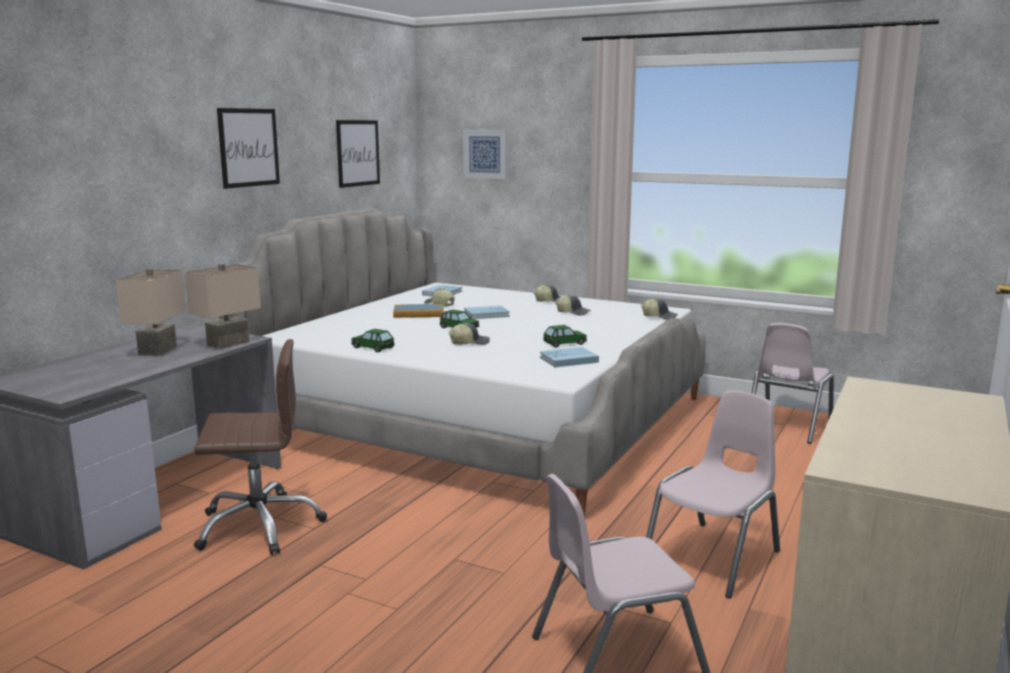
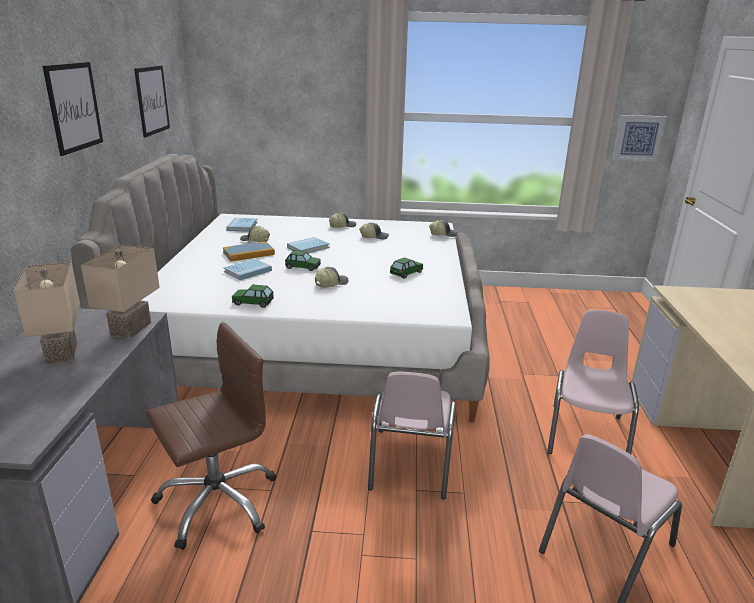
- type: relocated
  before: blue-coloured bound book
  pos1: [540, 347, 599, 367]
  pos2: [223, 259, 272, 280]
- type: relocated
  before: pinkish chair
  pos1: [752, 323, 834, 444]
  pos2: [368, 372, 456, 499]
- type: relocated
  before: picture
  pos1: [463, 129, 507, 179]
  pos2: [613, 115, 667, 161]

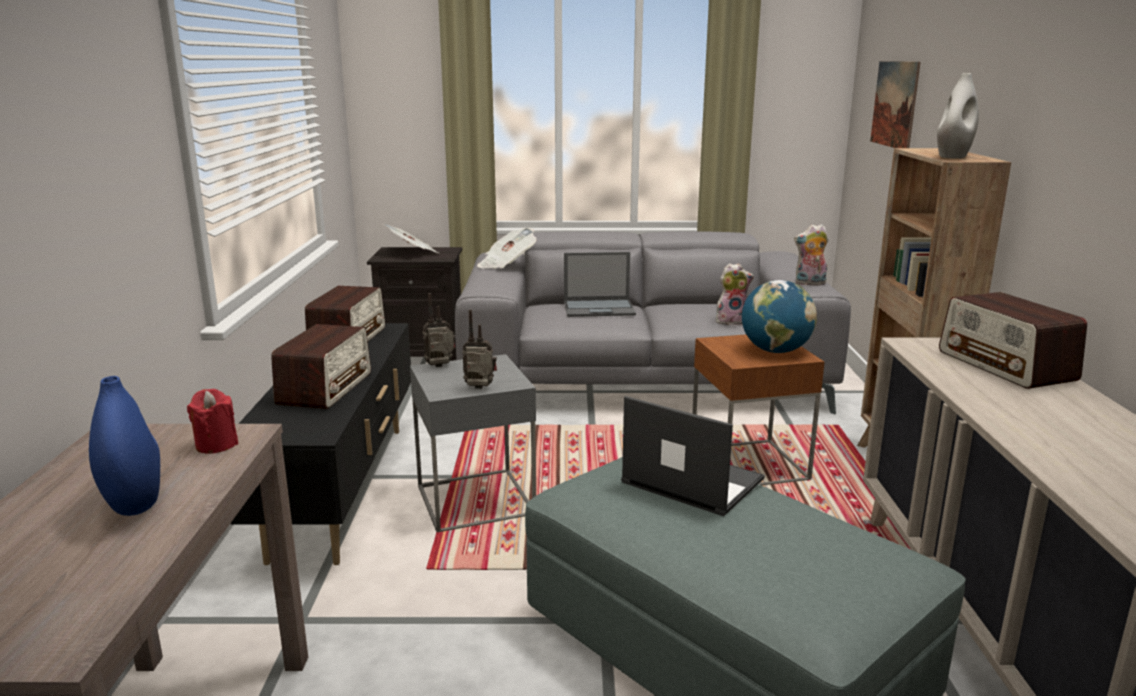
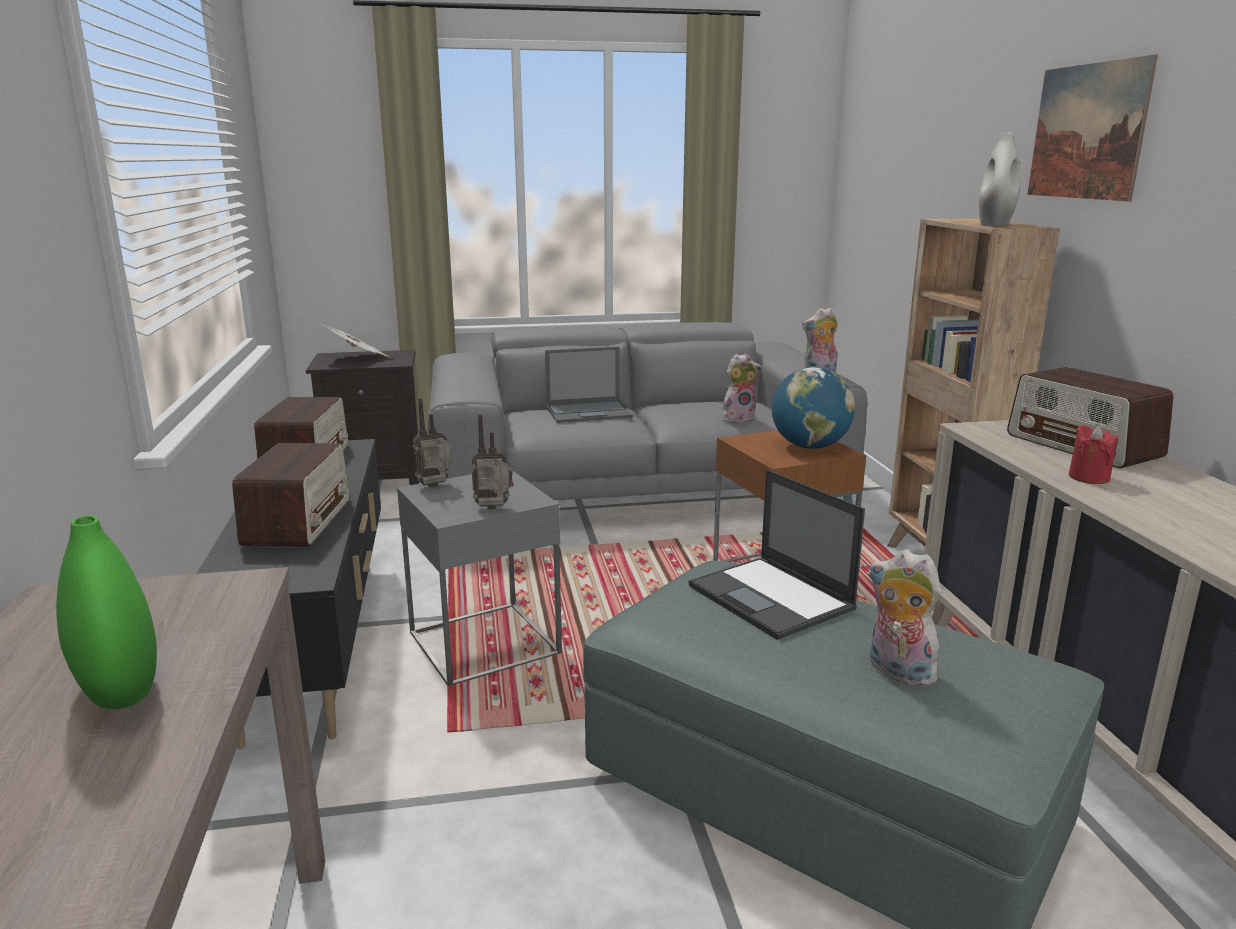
- type: colour
  before: blue-coloured decorative vase
  after: greenish decorative vase
  pos1: [89, 376, 160, 516]
  pos2: [56, 515, 157, 709]
- type: spun
  before: notebook computer
  pos1: [621, 396, 765, 516]
  pos2: [689, 470, 865, 640]
  turn: -150
- type: appeared
  after: soft toy
  pos2: [869, 550, 942, 687]
- type: relocated
  before: picture
  pos1: [870, 61, 921, 148]
  pos2: [1027, 55, 1158, 201]
- type: relocated
  before: reddish candle
  pos1: [187, 389, 238, 454]
  pos2: [1069, 425, 1118, 484]
- type: missing
  before: daily paper
  pos1: [477, 228, 537, 269]

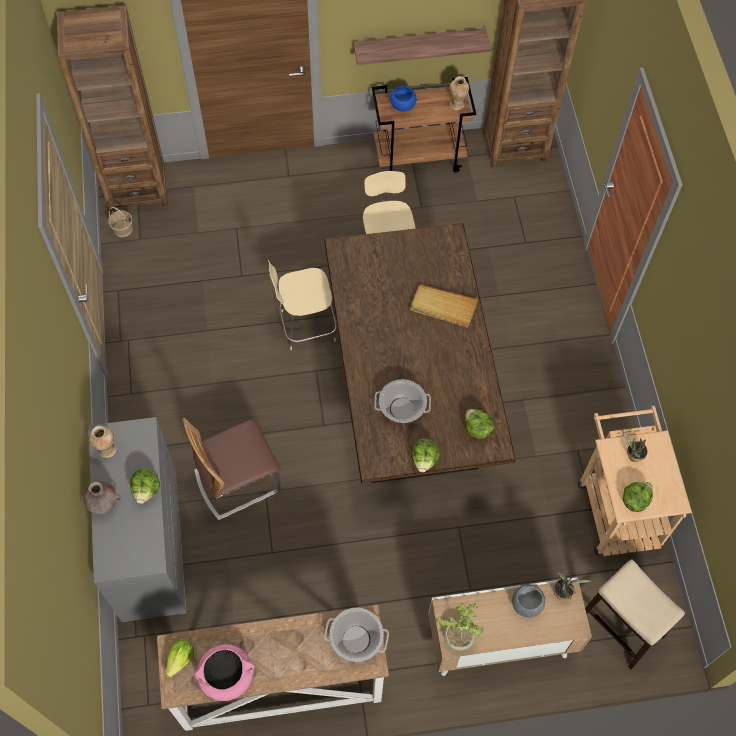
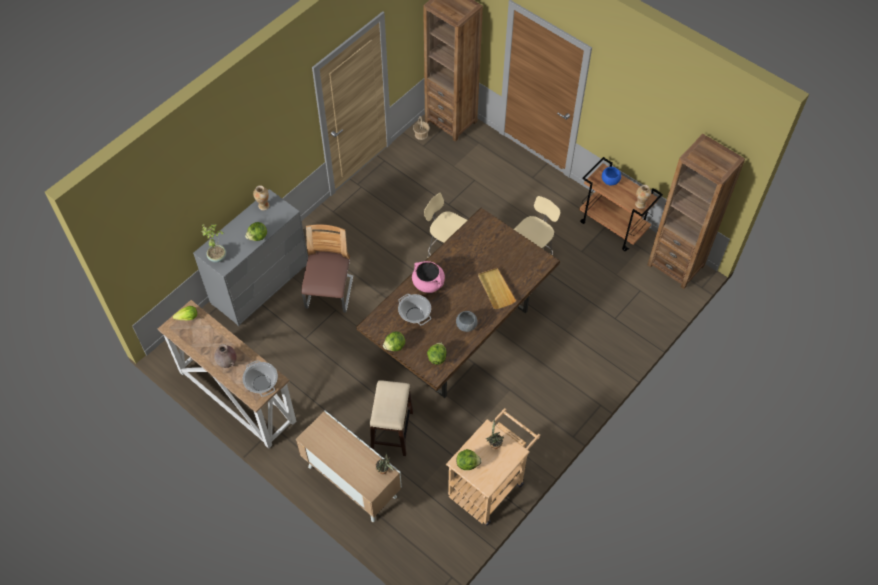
- type: relocated
  before: houseplant
  pos1: [435, 603, 484, 651]
  pos2: [201, 224, 226, 262]
- type: relocated
  before: brown decorative vase
  pos1: [80, 481, 121, 515]
  pos2: [214, 344, 237, 368]
- type: spun
  before: chair
  pos1: [183, 418, 281, 521]
  pos2: [301, 225, 353, 313]
  turn: 75
- type: relocated
  before: stool seat
  pos1: [585, 559, 685, 670]
  pos2: [370, 380, 413, 456]
- type: relocated
  before: pinkish cooking pot
  pos1: [194, 644, 255, 701]
  pos2: [412, 261, 445, 293]
- type: relocated
  before: grey deep dish
  pos1: [512, 584, 545, 618]
  pos2: [456, 311, 478, 332]
- type: missing
  before: wall shelf
  pos1: [353, 28, 491, 65]

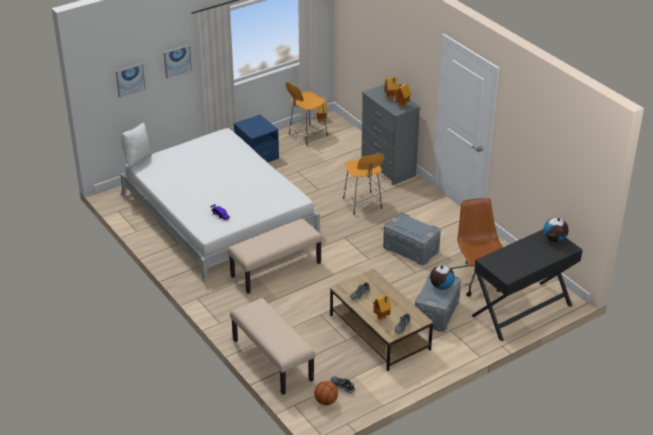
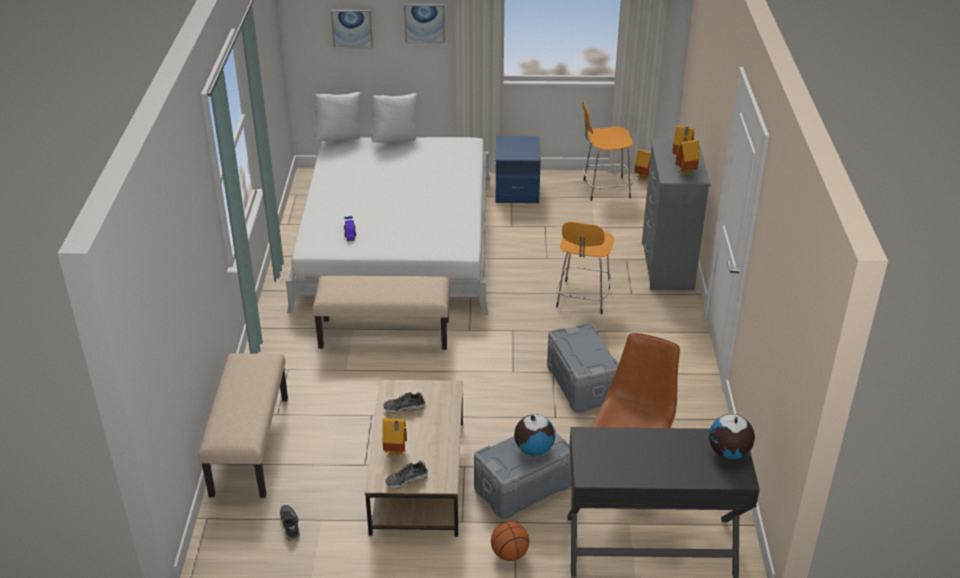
- type: appeared
  after: whitish throw pillow
  pos2: [371, 93, 417, 143]
- type: relocated
  before: ball for basketball
  pos1: [314, 381, 338, 405]
  pos2: [491, 521, 530, 561]

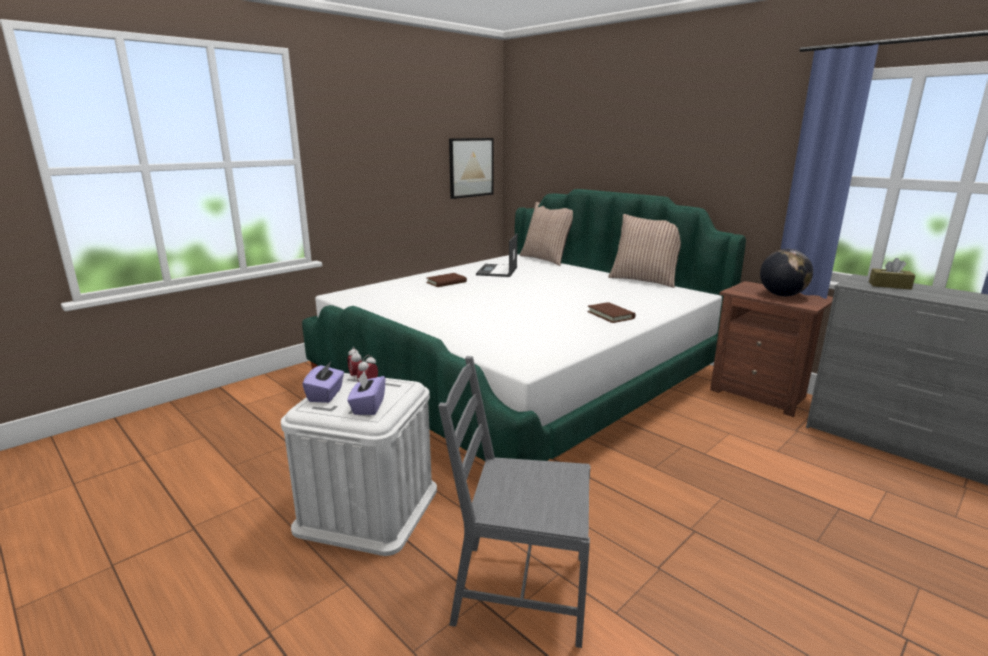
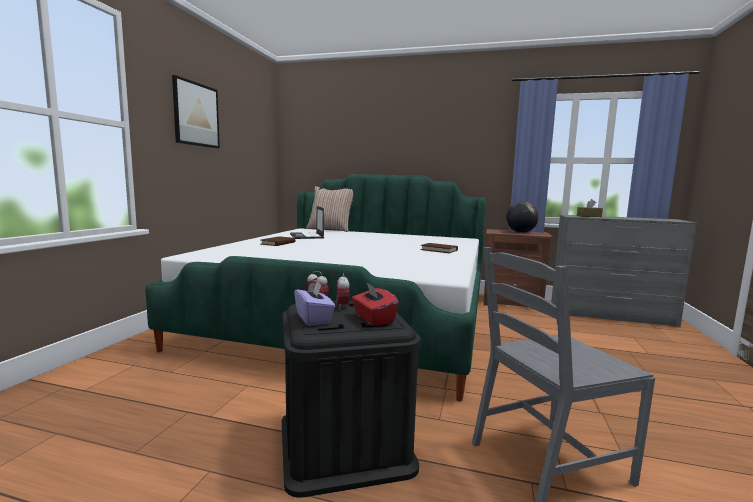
- type: relocated
  before: picture
  pos1: [449, 138, 493, 199]
  pos2: [172, 75, 220, 149]
- type: colour
  before: whitish storage box
  after: blackish storage box
  pos1: [281, 373, 437, 556]
  pos2: [282, 300, 421, 498]
- type: colour
  before: purple tissue holder
  after: reddish tissue holder
  pos1: [347, 371, 386, 415]
  pos2: [352, 283, 399, 326]
- type: missing
  before: throw pillow
  pos1: [608, 214, 681, 288]

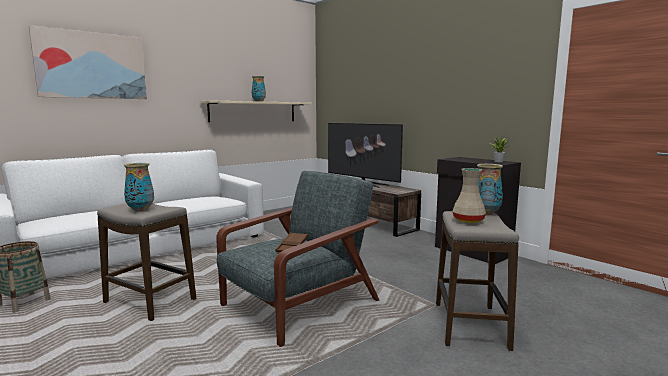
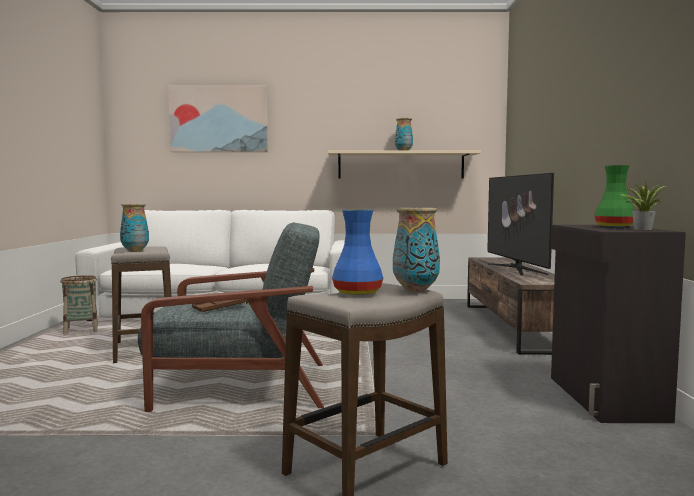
- type: colour
  before: sand-coloured decorative vase
  after: blue-coloured decorative vase
  pos1: [453, 168, 486, 223]
  pos2: [332, 210, 383, 295]
- type: appeared
  after: greenish decorative vase
  pos2: [594, 165, 634, 227]

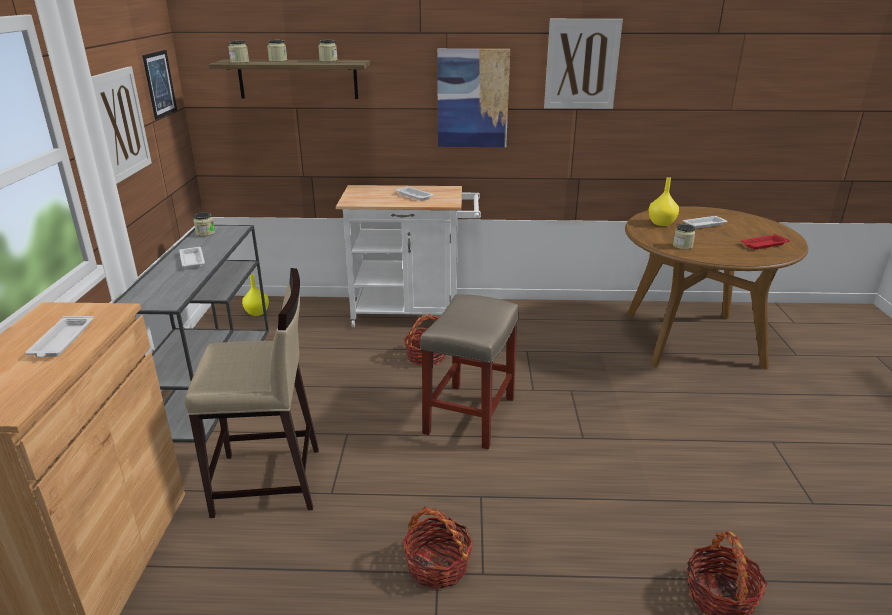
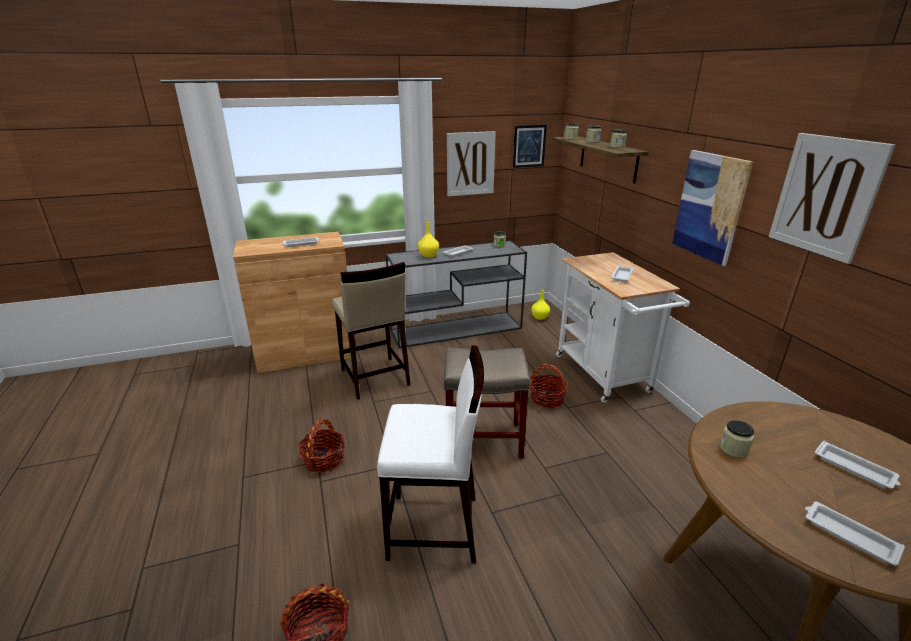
- type: appeared
  after: whitish stool seat
  pos2: [377, 345, 484, 563]
- type: relocated
  before: yellow-coloured decorative vase
  pos1: [649, 177, 679, 226]
  pos2: [418, 222, 439, 258]
- type: colour
  before: reddish tray
  after: whitish tray
  pos1: [741, 234, 790, 249]
  pos2: [805, 502, 905, 566]

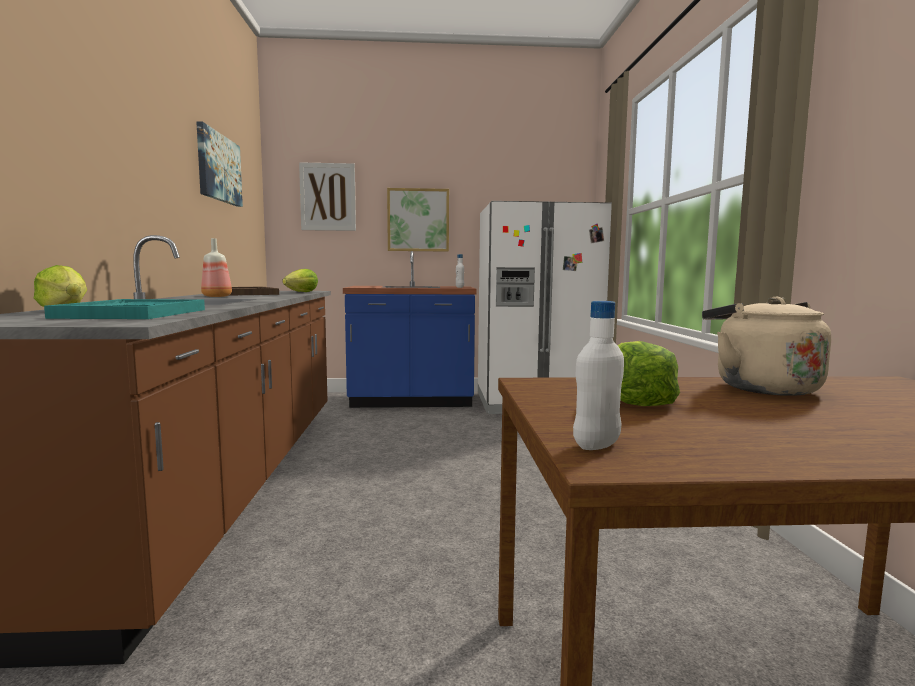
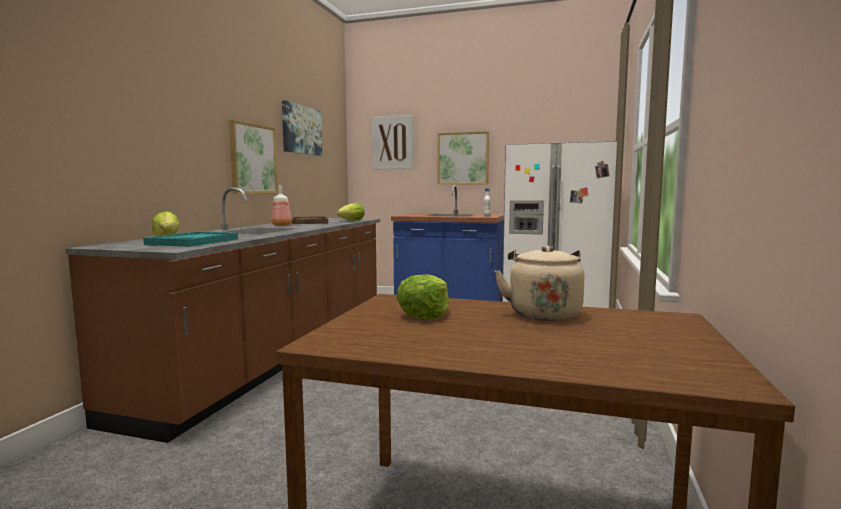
- type: appeared
  after: picture
  pos2: [229, 120, 278, 194]
- type: missing
  before: whitish bottle
  pos1: [573, 301, 624, 450]

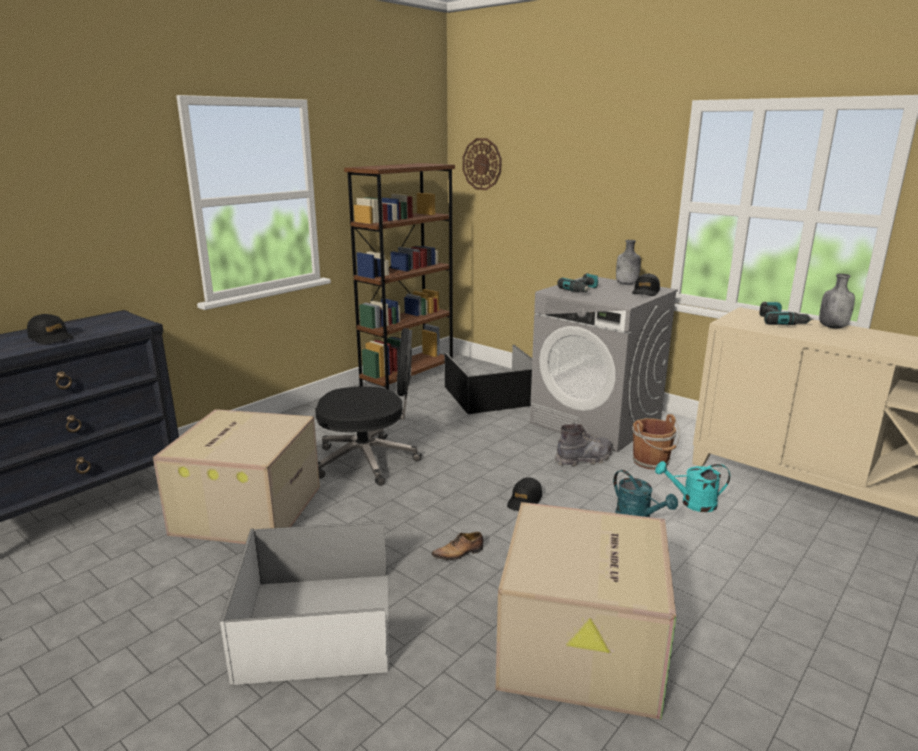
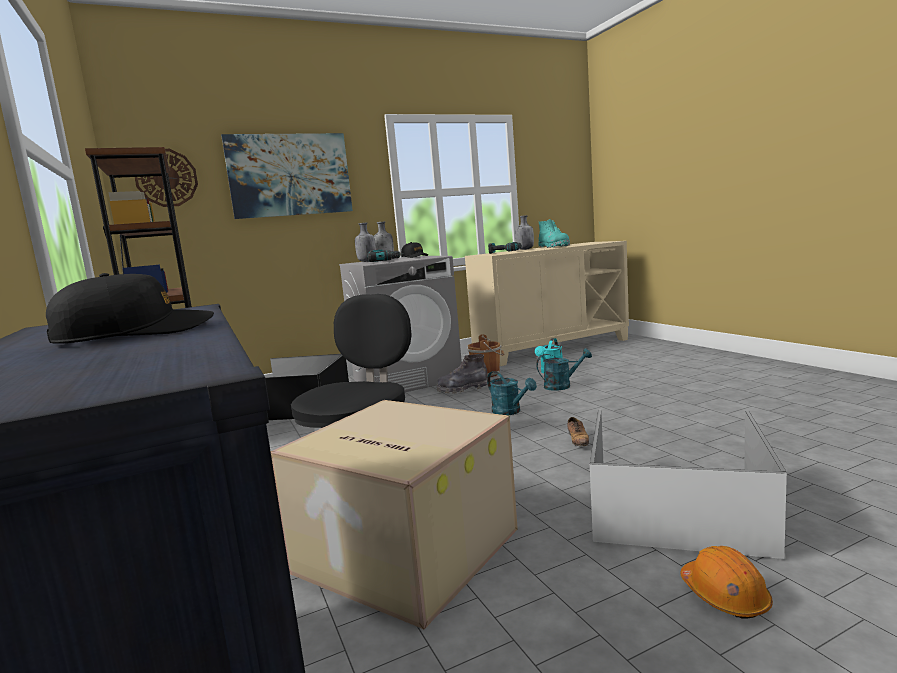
- type: appeared
  after: picture
  pos2: [221, 133, 353, 219]
- type: appeared
  after: grey bottle
  pos2: [355, 223, 376, 262]
- type: spun
  before: grey tall boot
  pos1: [555, 424, 612, 466]
  pos2: [437, 354, 488, 394]
  turn: -105
- type: exchanged
  before: blackish baseball cap
  after: turquoise-coloured sprinkling can
  pos1: [507, 477, 542, 511]
  pos2: [487, 371, 537, 415]
- type: appeared
  after: turquoise-coloured tall boot
  pos2: [538, 219, 570, 248]
- type: appeared
  after: orangey hard hat
  pos2: [680, 546, 773, 619]
- type: missing
  before: carton
  pos1: [495, 502, 676, 720]

